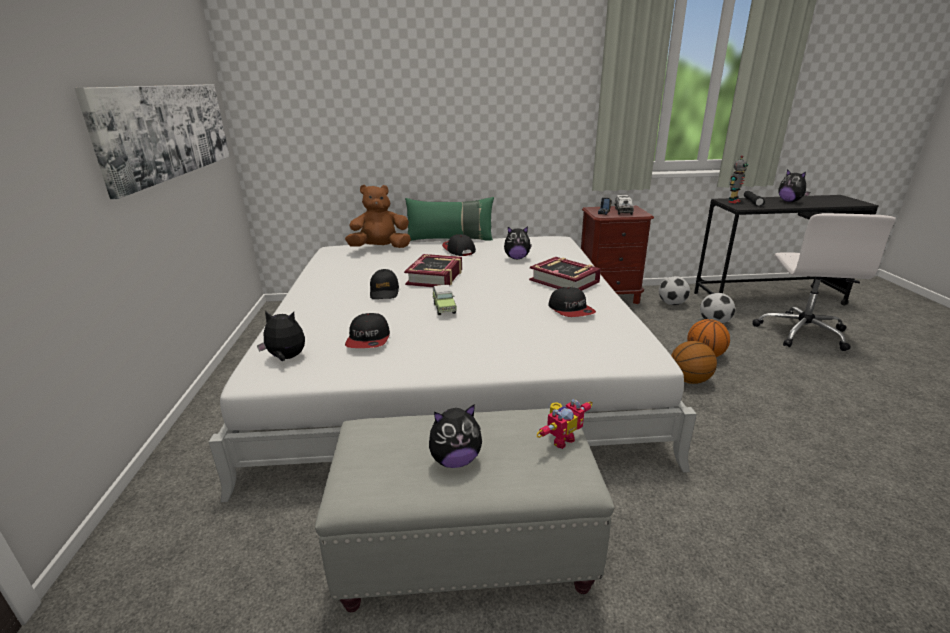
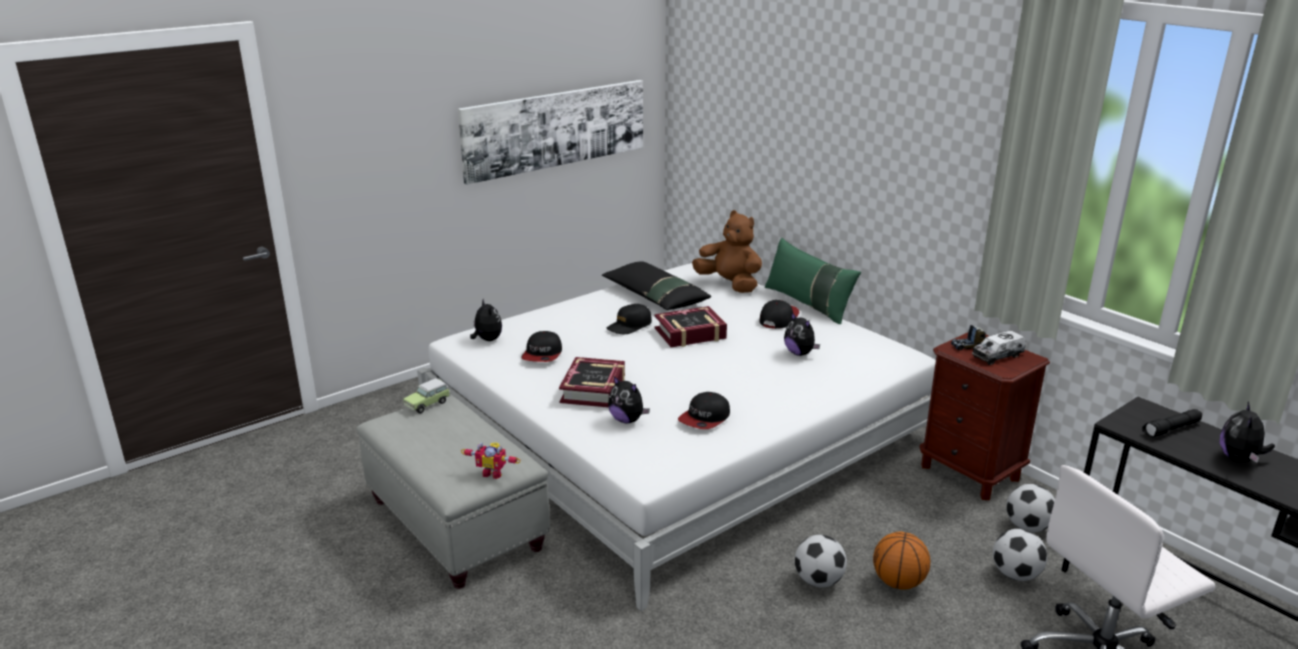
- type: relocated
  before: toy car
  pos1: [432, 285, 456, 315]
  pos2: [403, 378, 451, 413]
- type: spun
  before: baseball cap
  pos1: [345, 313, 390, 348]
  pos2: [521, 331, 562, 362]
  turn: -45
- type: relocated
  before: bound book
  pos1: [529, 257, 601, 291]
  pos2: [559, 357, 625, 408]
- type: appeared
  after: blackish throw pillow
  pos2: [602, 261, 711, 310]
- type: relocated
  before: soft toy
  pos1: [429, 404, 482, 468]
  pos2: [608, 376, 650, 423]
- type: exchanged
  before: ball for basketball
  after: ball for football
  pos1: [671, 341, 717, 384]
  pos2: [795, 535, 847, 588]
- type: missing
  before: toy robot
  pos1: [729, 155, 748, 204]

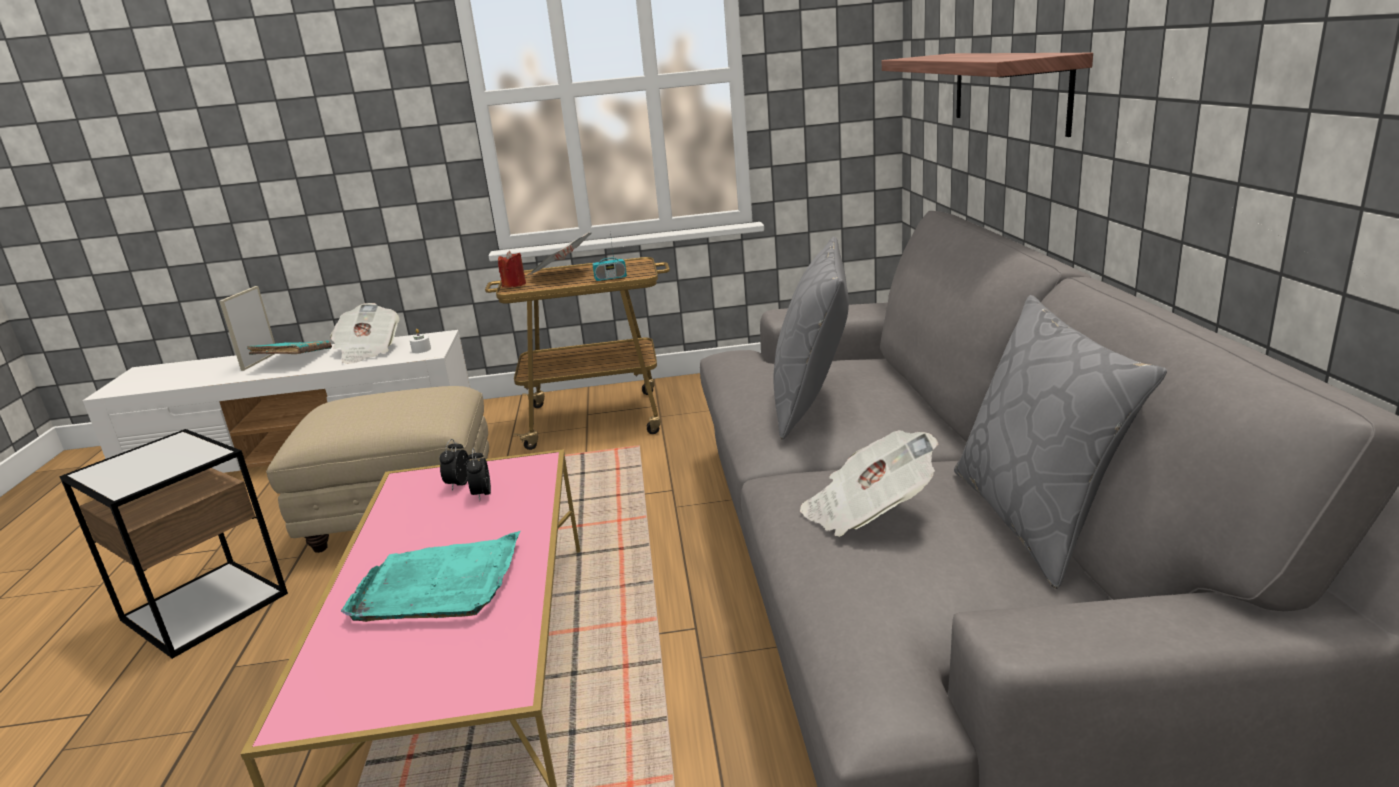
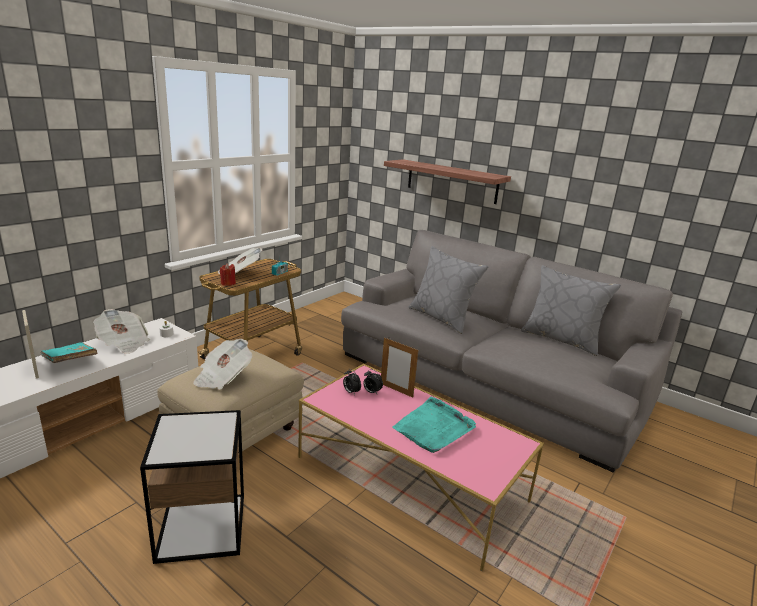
- type: relocated
  before: daily paper
  pos1: [800, 430, 939, 537]
  pos2: [193, 339, 252, 390]
- type: appeared
  after: photo frame
  pos2: [381, 338, 418, 398]

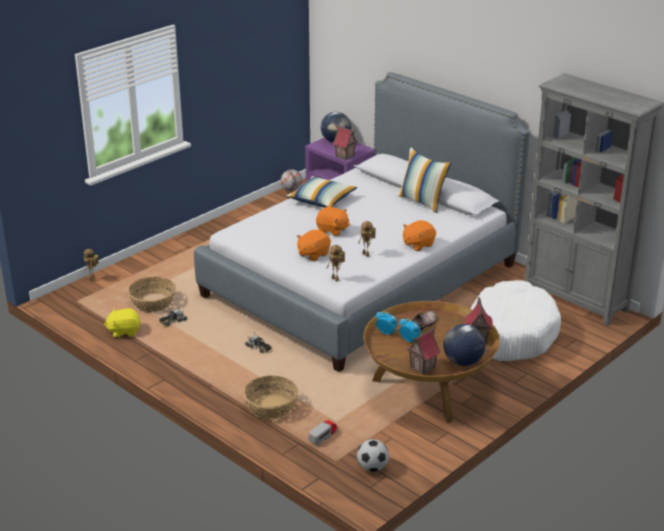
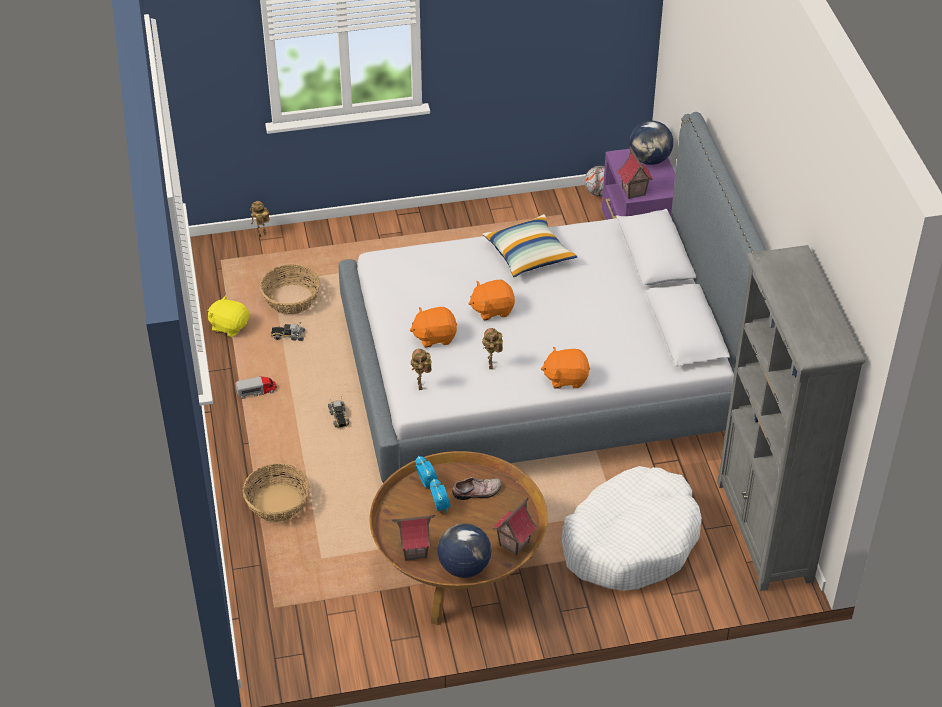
- type: relocated
  before: toy lorry
  pos1: [308, 420, 338, 446]
  pos2: [235, 376, 277, 399]
- type: spun
  before: orangey soft toy
  pos1: [316, 207, 350, 236]
  pos2: [468, 280, 515, 320]
  turn: 105
- type: missing
  before: ball for football
  pos1: [357, 439, 389, 472]
- type: missing
  before: throw pillow
  pos1: [397, 147, 451, 213]

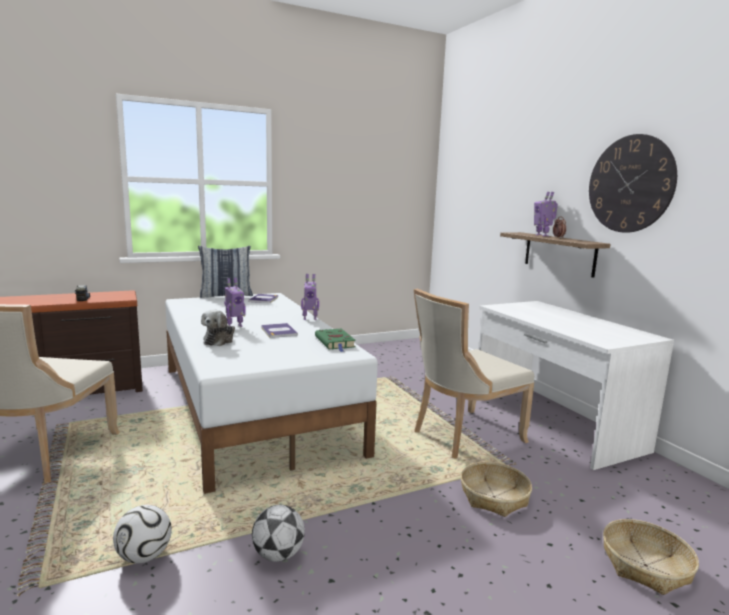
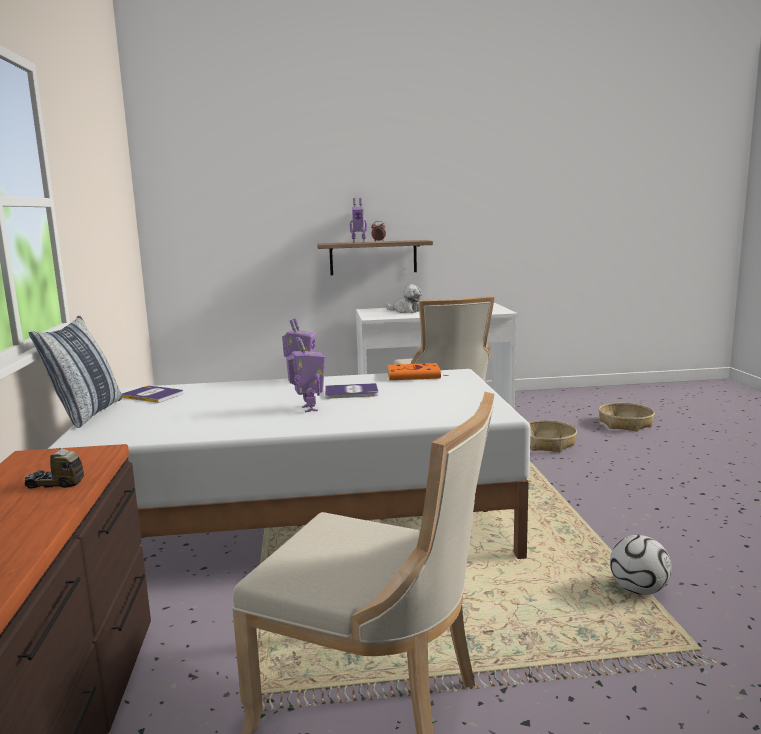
- type: relocated
  before: soft toy
  pos1: [201, 309, 235, 346]
  pos2: [386, 284, 422, 313]
- type: colour
  before: greenish bound book
  after: orangey bound book
  pos1: [315, 329, 356, 352]
  pos2: [388, 363, 448, 380]
- type: missing
  before: ball for football
  pos1: [252, 505, 305, 562]
- type: missing
  before: wall clock
  pos1: [589, 134, 677, 233]

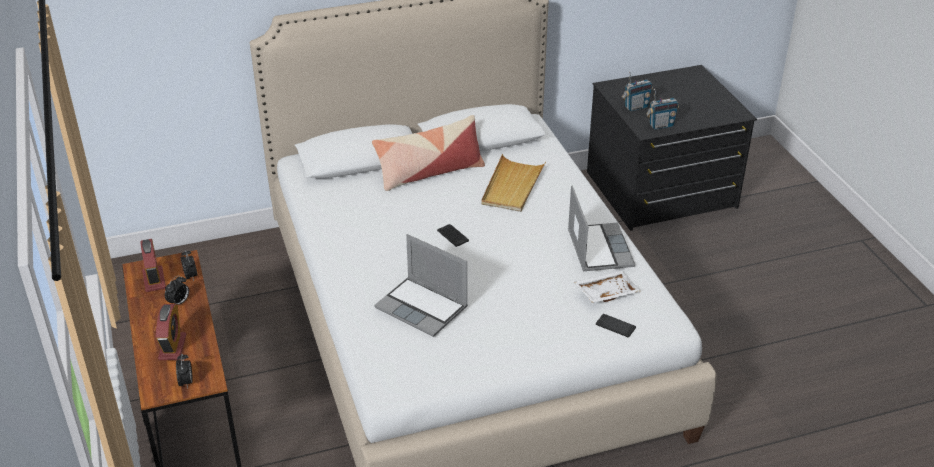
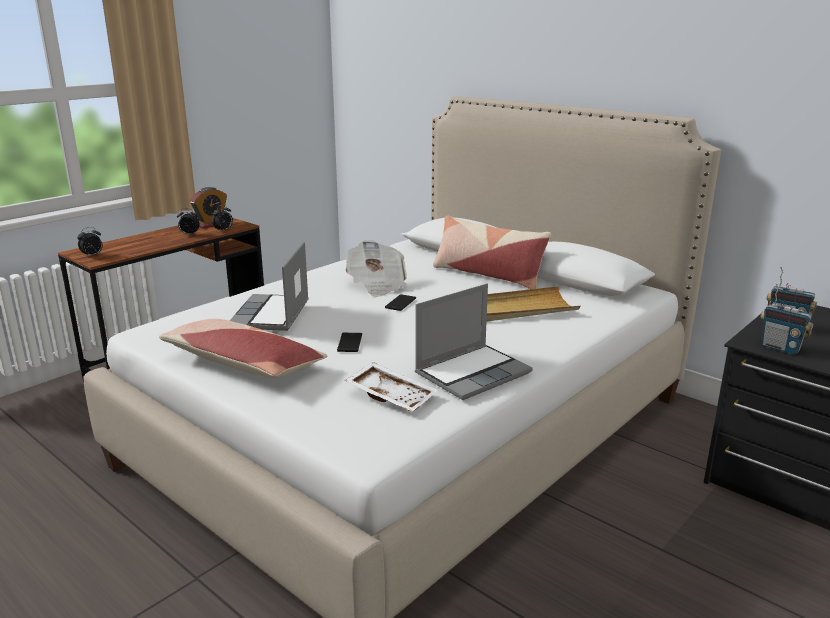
- type: appeared
  after: throw pillow
  pos2: [159, 319, 328, 378]
- type: relocated
  before: phone
  pos1: [596, 314, 636, 337]
  pos2: [337, 333, 362, 352]
- type: appeared
  after: daily paper
  pos2: [345, 240, 407, 297]
- type: missing
  before: alarm clock
  pos1: [156, 304, 186, 360]

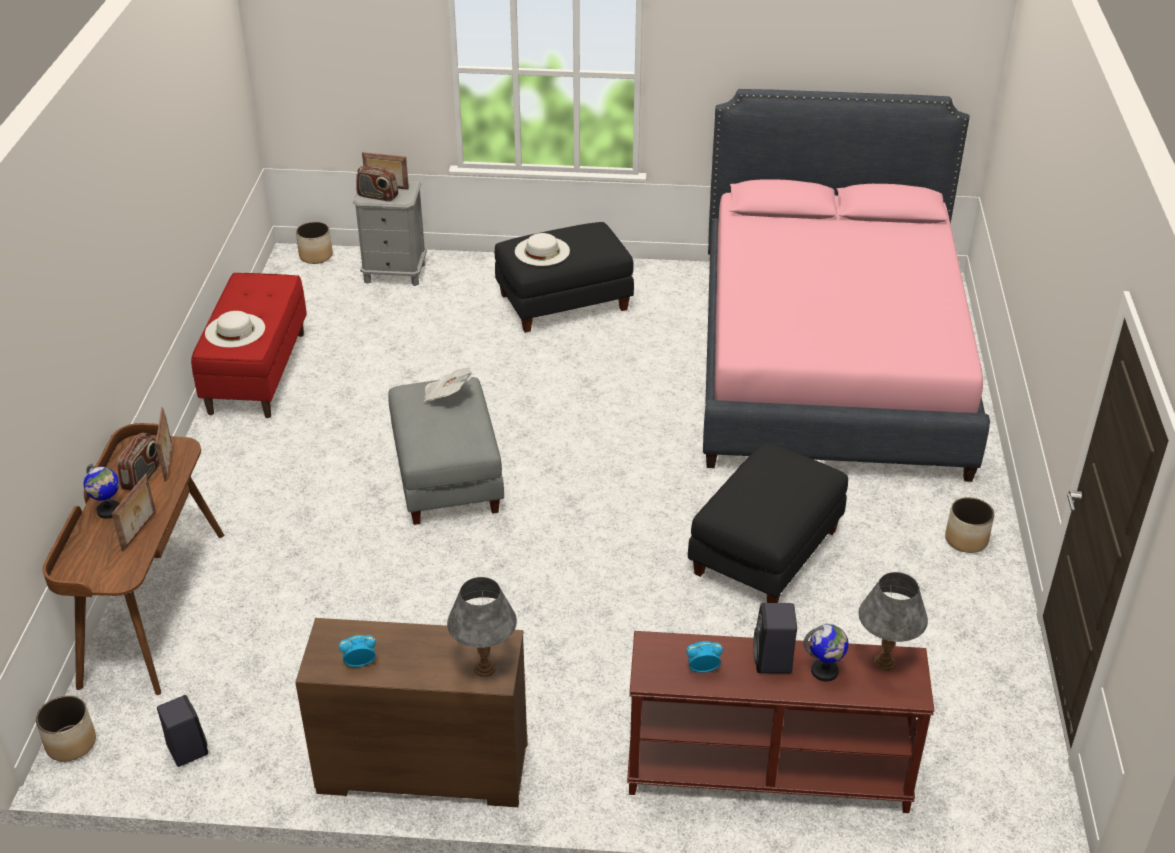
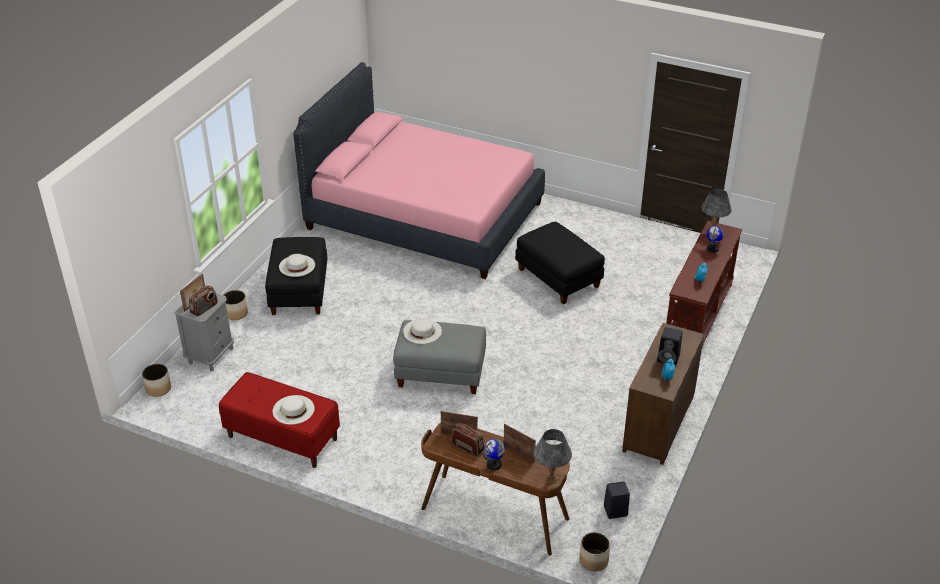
- type: relocated
  before: flower pot
  pos1: [945, 497, 994, 553]
  pos2: [224, 290, 248, 320]
- type: exchanged
  before: daily paper
  after: whitish wearable hat
  pos1: [424, 367, 472, 401]
  pos2: [403, 318, 442, 344]
- type: relocated
  before: grey table lamp
  pos1: [447, 577, 517, 677]
  pos2: [534, 429, 572, 484]
- type: relocated
  before: blackish speaker
  pos1: [754, 603, 797, 674]
  pos2: [657, 327, 683, 366]

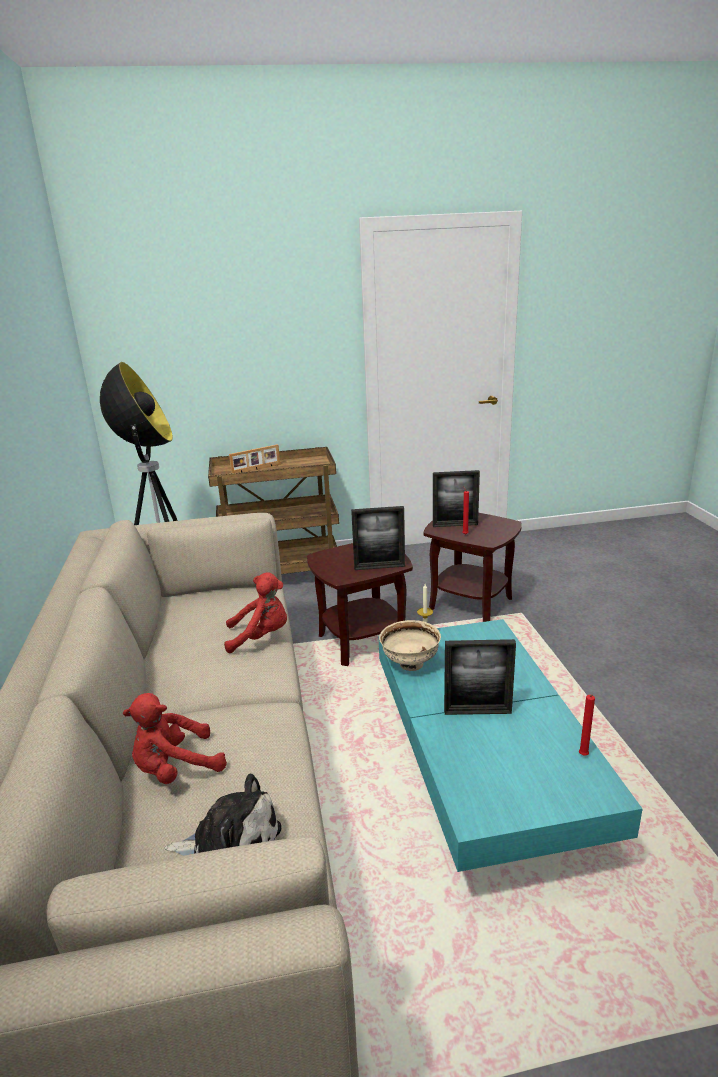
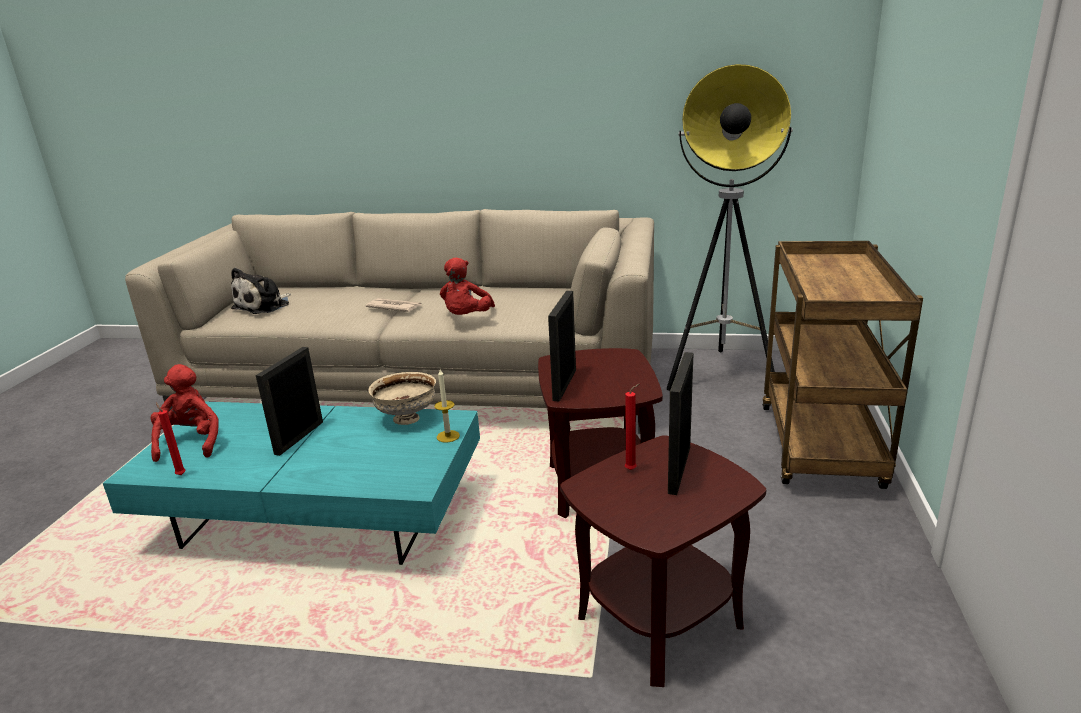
- type: relocated
  before: reddish soft toy
  pos1: [123, 693, 227, 784]
  pos2: [151, 364, 219, 462]
- type: appeared
  after: daily paper
  pos2: [365, 298, 421, 312]
- type: missing
  before: photo frame
  pos1: [229, 444, 280, 473]

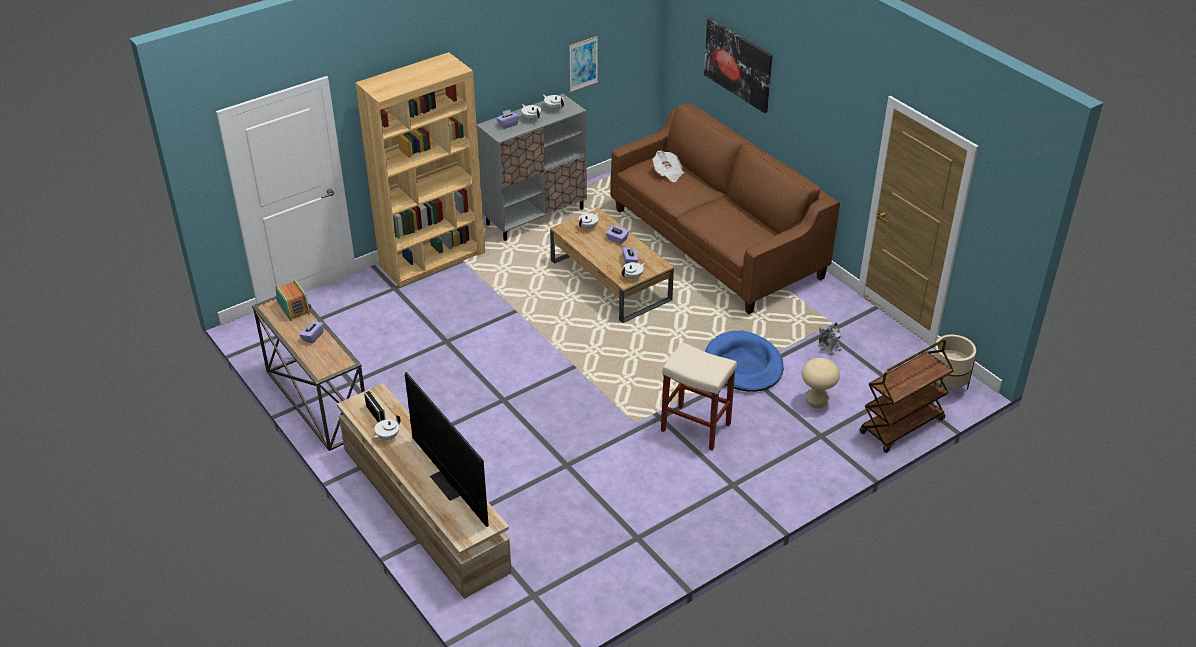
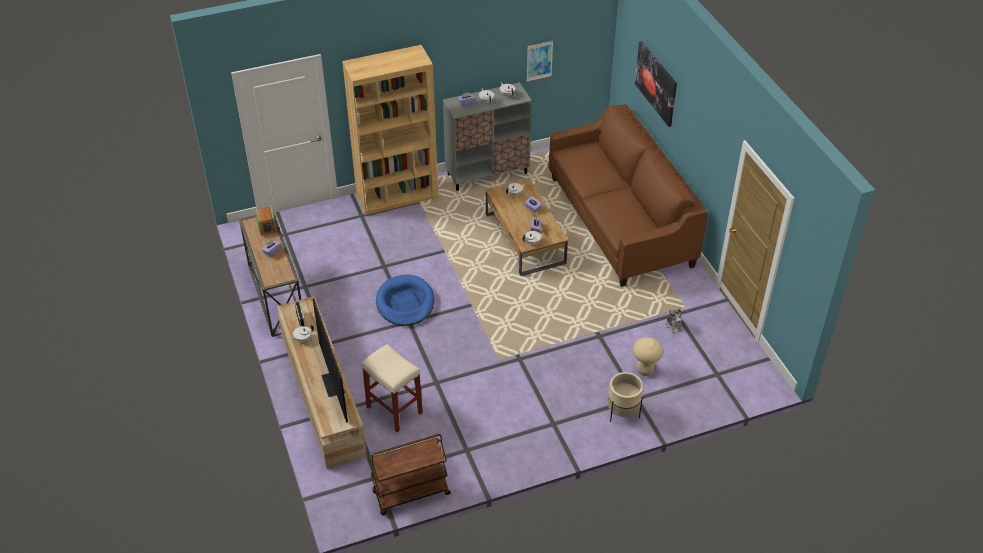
- type: relocated
  before: sand-coloured stool seat
  pos1: [661, 342, 737, 451]
  pos2: [361, 344, 423, 432]
- type: relocated
  before: brown wheeled cart
  pos1: [860, 339, 954, 453]
  pos2: [369, 434, 451, 515]
- type: relocated
  before: blue-coloured dog bed
  pos1: [705, 331, 784, 392]
  pos2: [376, 275, 435, 326]
- type: relocated
  before: sand-coloured flower pot
  pos1: [933, 335, 976, 390]
  pos2: [608, 372, 643, 422]
- type: missing
  before: daily paper
  pos1: [652, 150, 684, 182]

